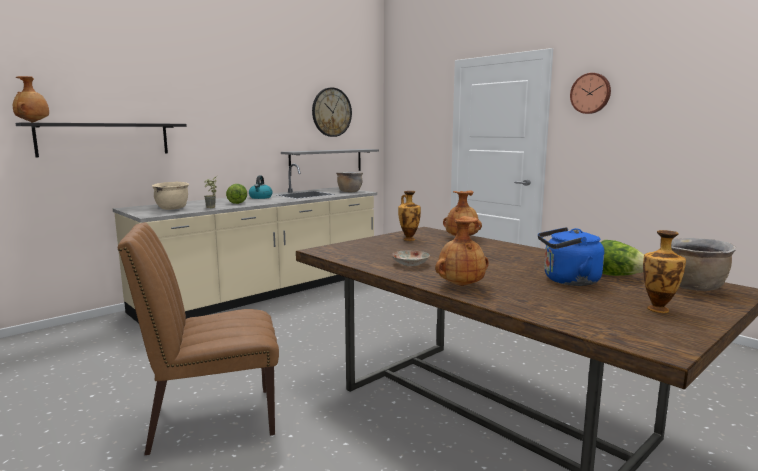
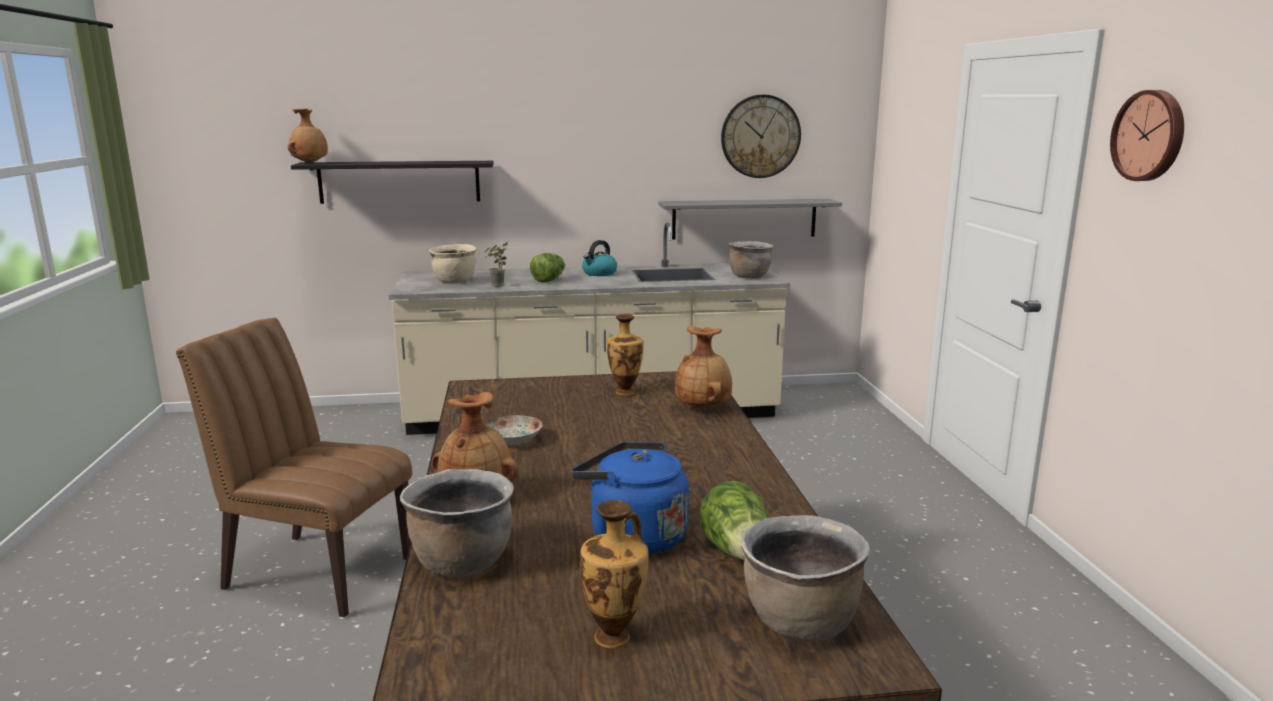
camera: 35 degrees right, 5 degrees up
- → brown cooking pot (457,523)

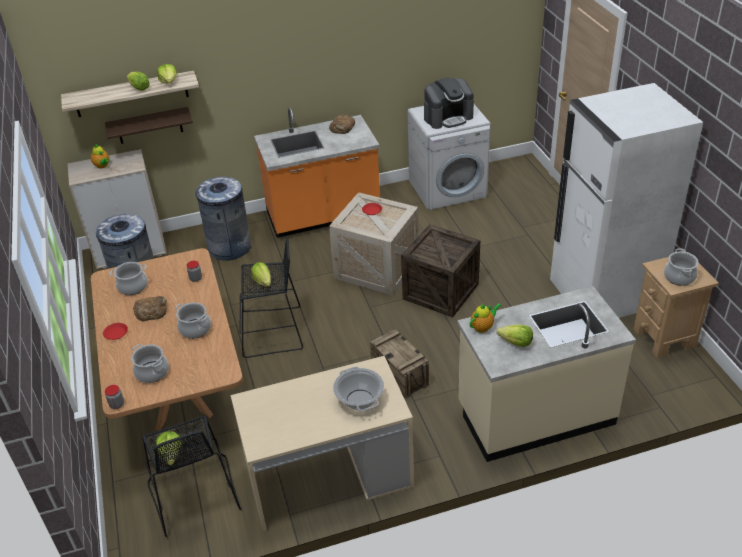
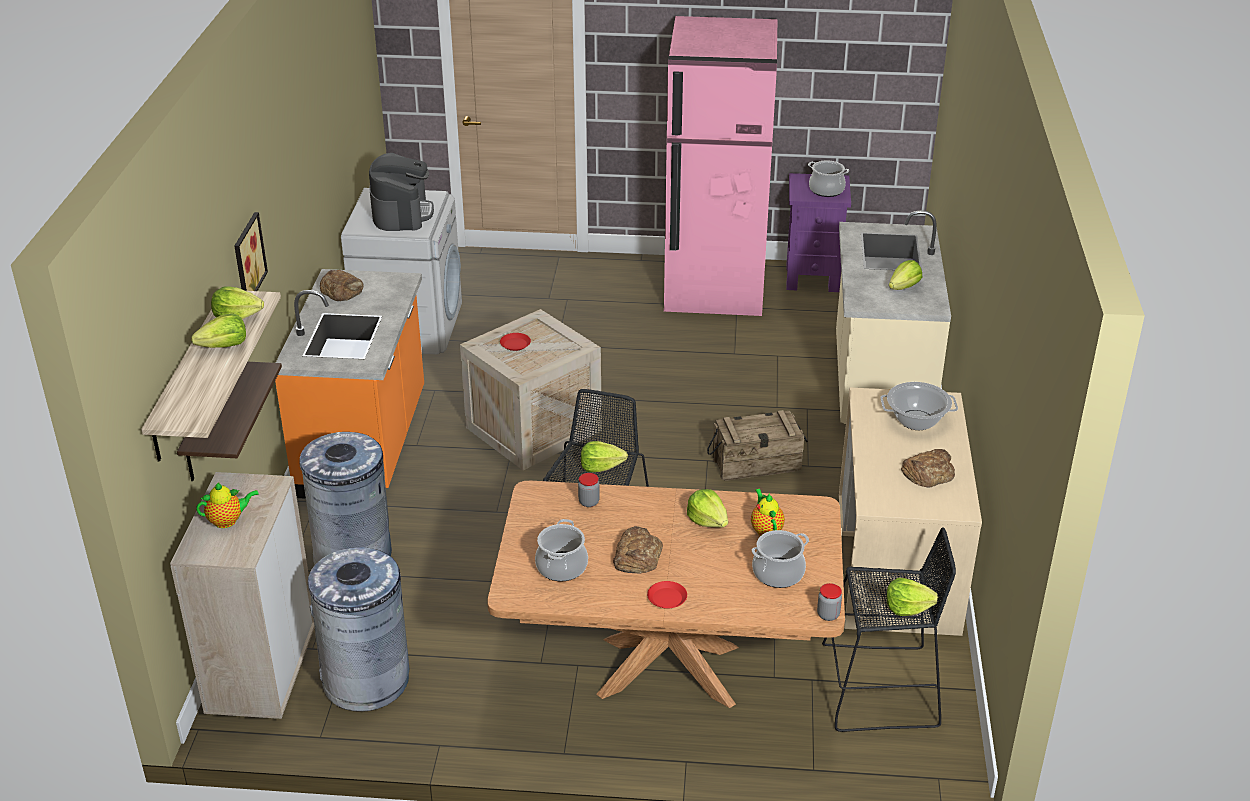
camera: 70 degrees left, 5 degrees down
- → picture (251,251)
white fridge (626,200) → pink fridge (720,166)
cooking pot (193,320) → lettuce (707,508)
teapot (485,318) → teapot (768,512), relocated
beige nightstand (676,305) → purple nightstand (818,232)
- → bread (928,468)
crate (440,270) → -

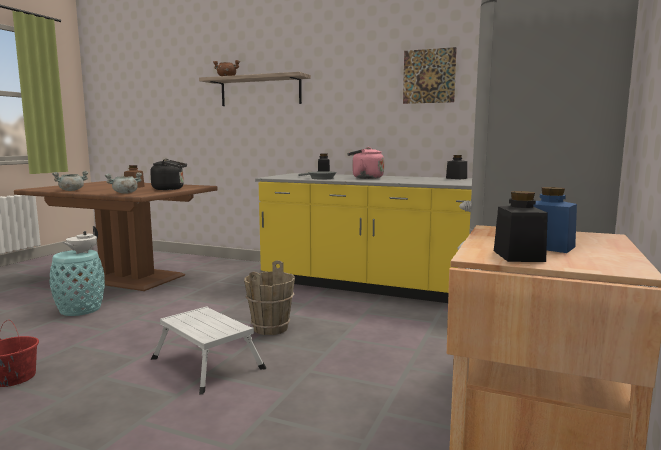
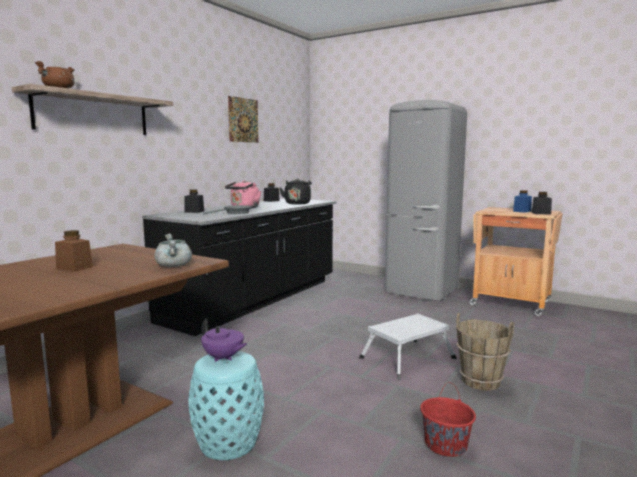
camera: 80 degrees left, 0 degrees up
yellow counter (363,238) → black counter (239,267)
white teapot (80,240) → purple teapot (224,340)
black kettle (168,174) → black kettle (295,191), relocated
brown bucket (269,297) → brown bucket (485,352), relocated
grey cooking pot (70,181) → -

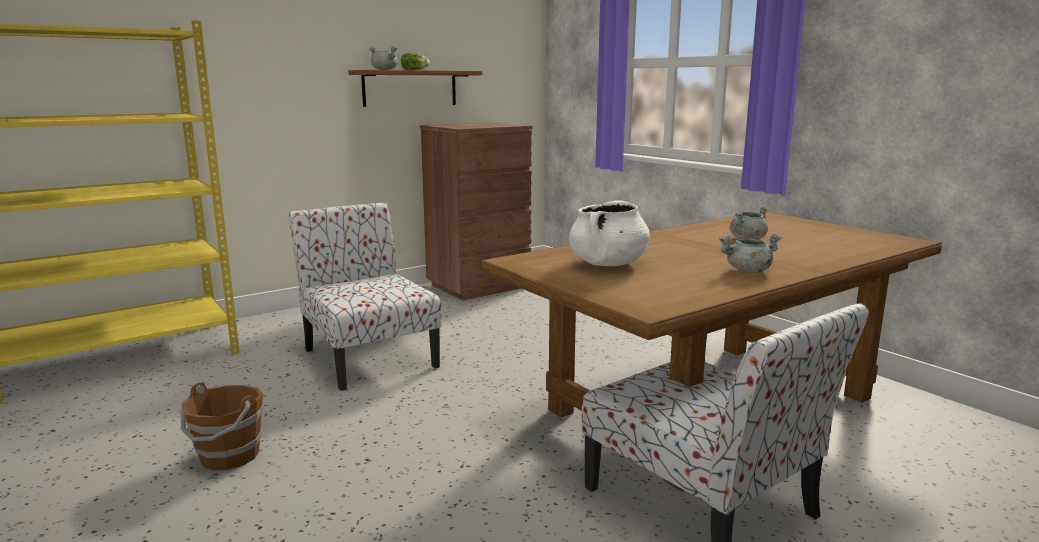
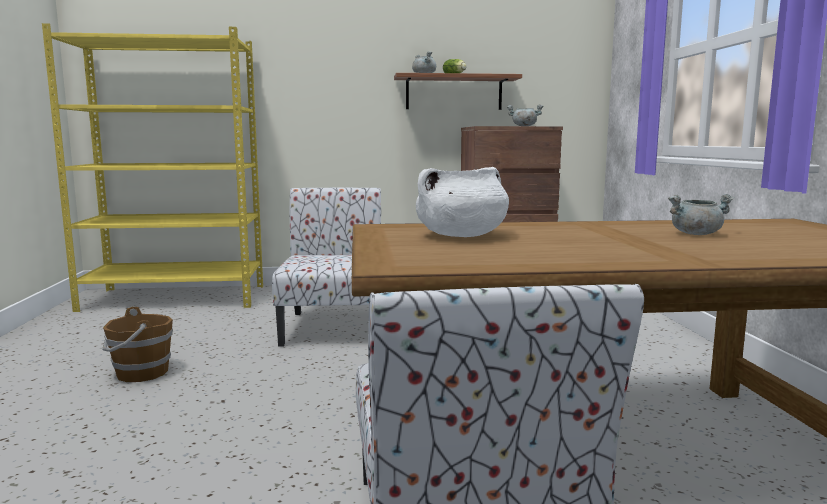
camera: 30 degrees right, 5 degrees down
grey cooking pot (750,253) → grey cooking pot (525,115), relocated

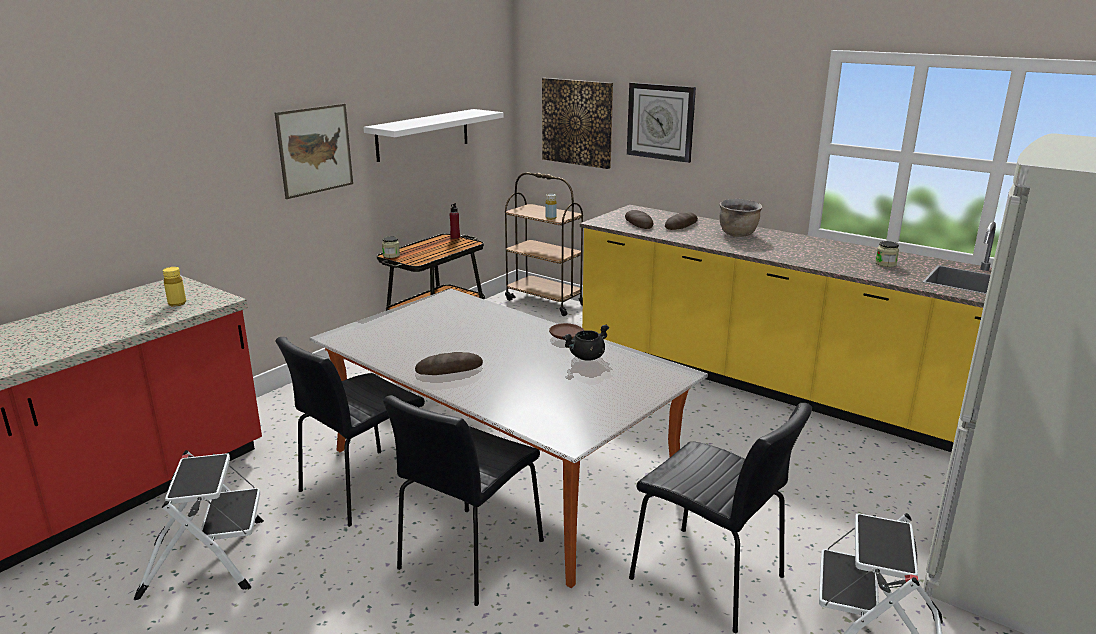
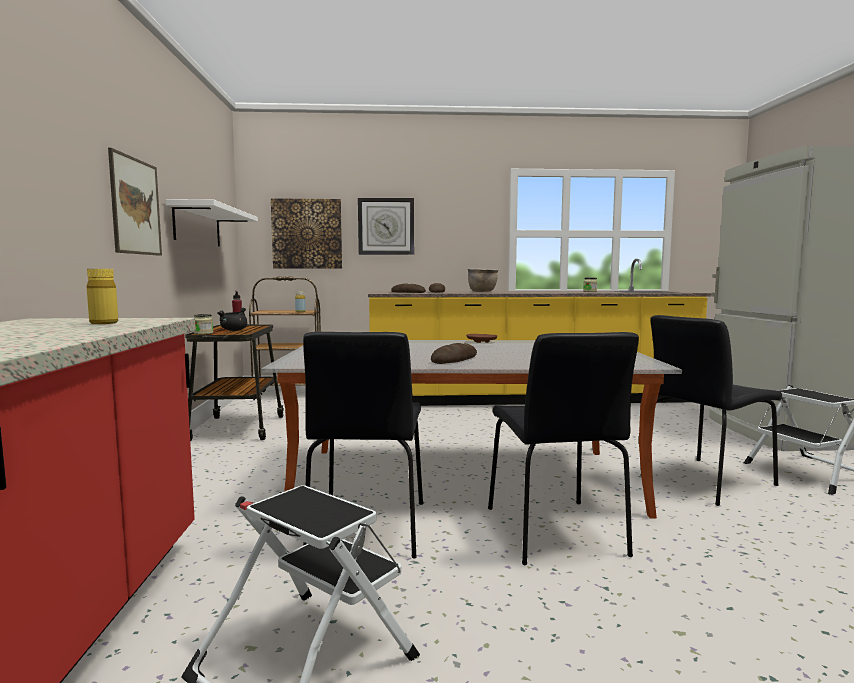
camera: 40 degrees left, 15 degrees down
black cooking pot (585,343) → black cooking pot (232,319), relocated
black chair (720,518) → black chair (716,410), 150 degrees clockwise

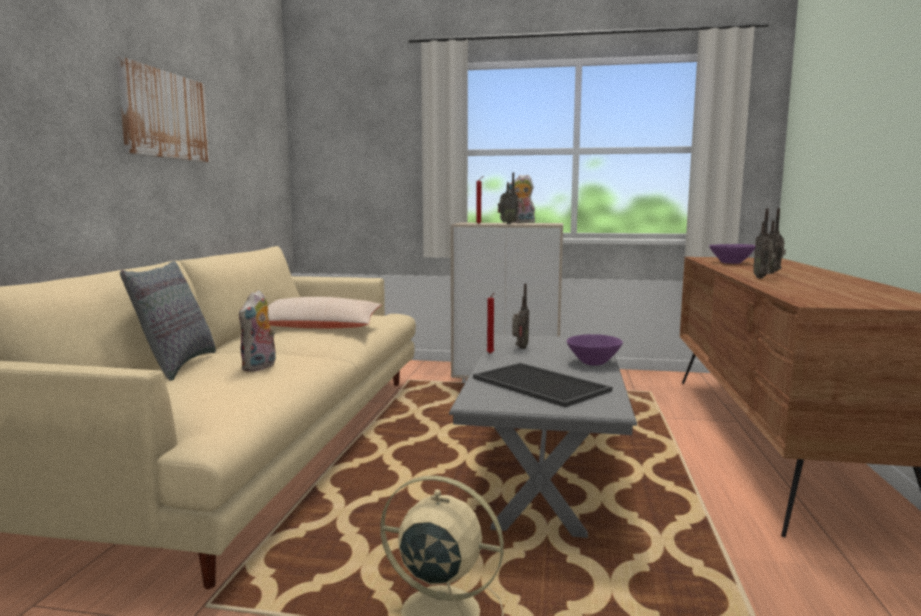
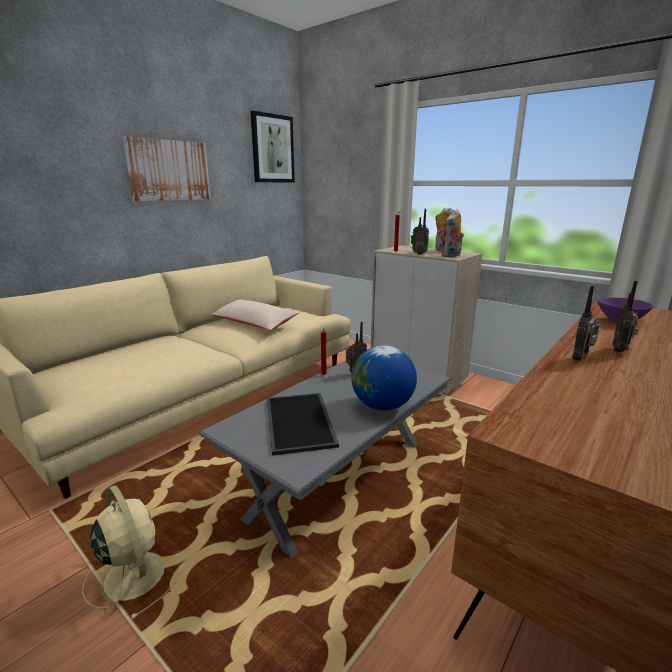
camera: 30 degrees right, 10 degrees up
- → picture (273,146)
purple bowl (595,350) → globe (384,378)
plush toy (257,331) → plush toy (452,233), relocated
grey pillow (168,321) → -

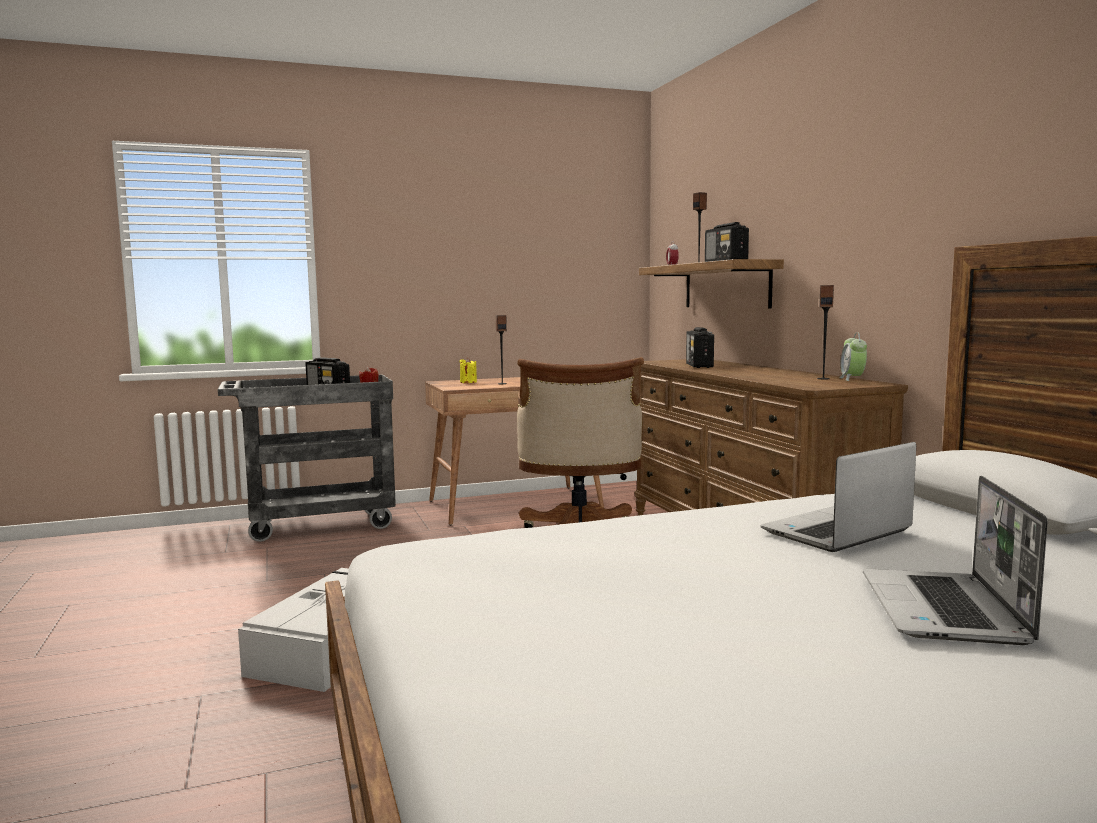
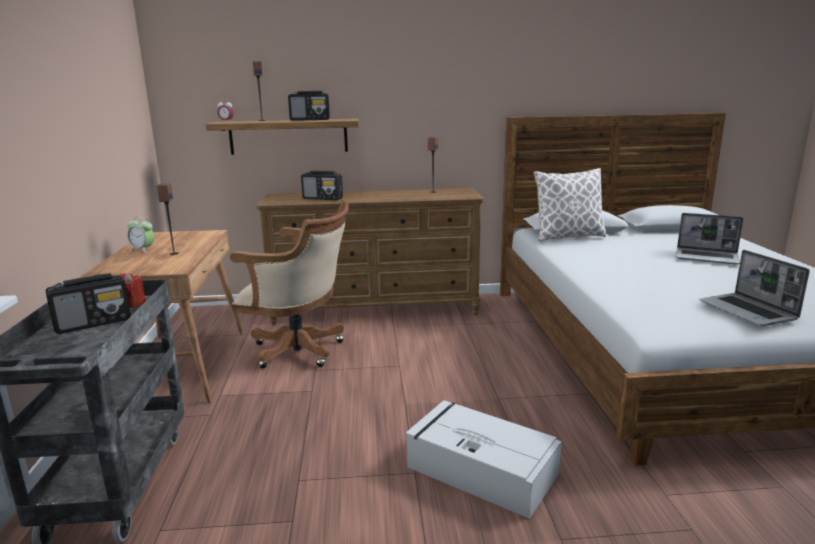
camera: 75 degrees left, 10 degrees up
alarm clock (853,356) → alarm clock (140,235), relocated
- → pillow (570,205)
laptop (838,497) → laptop (754,288), relocated
yellow candle (468,370) → -

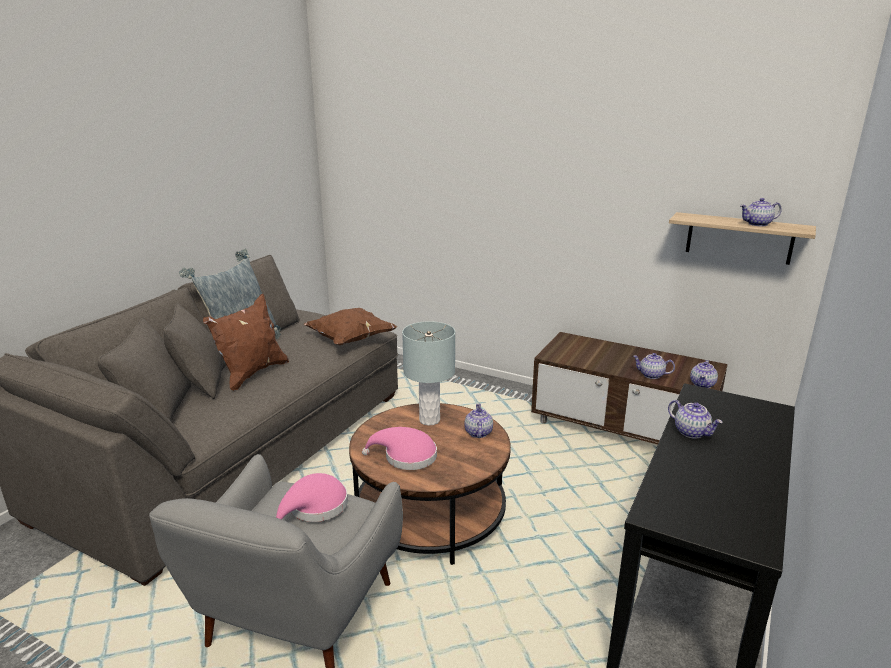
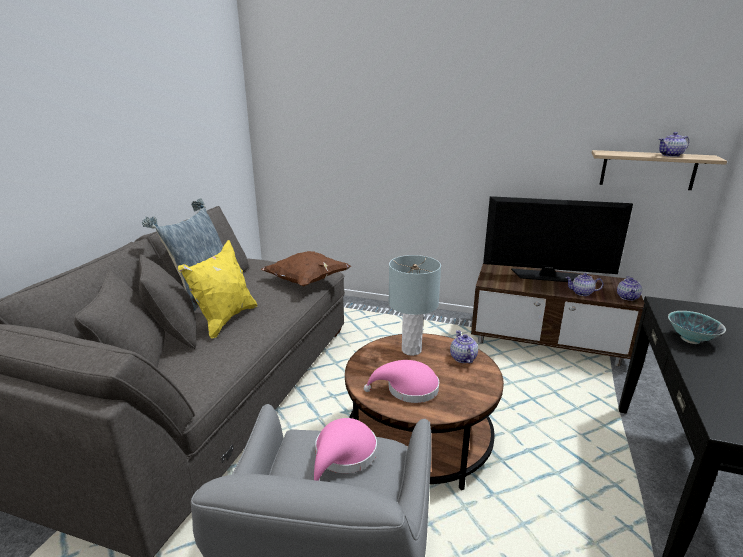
camera: 10 degrees left, 0 degrees up
brown pillow (246,342) → yellow pillow (217,289)
- → television (558,239)
teapot (695,419) → bowl (697,327)

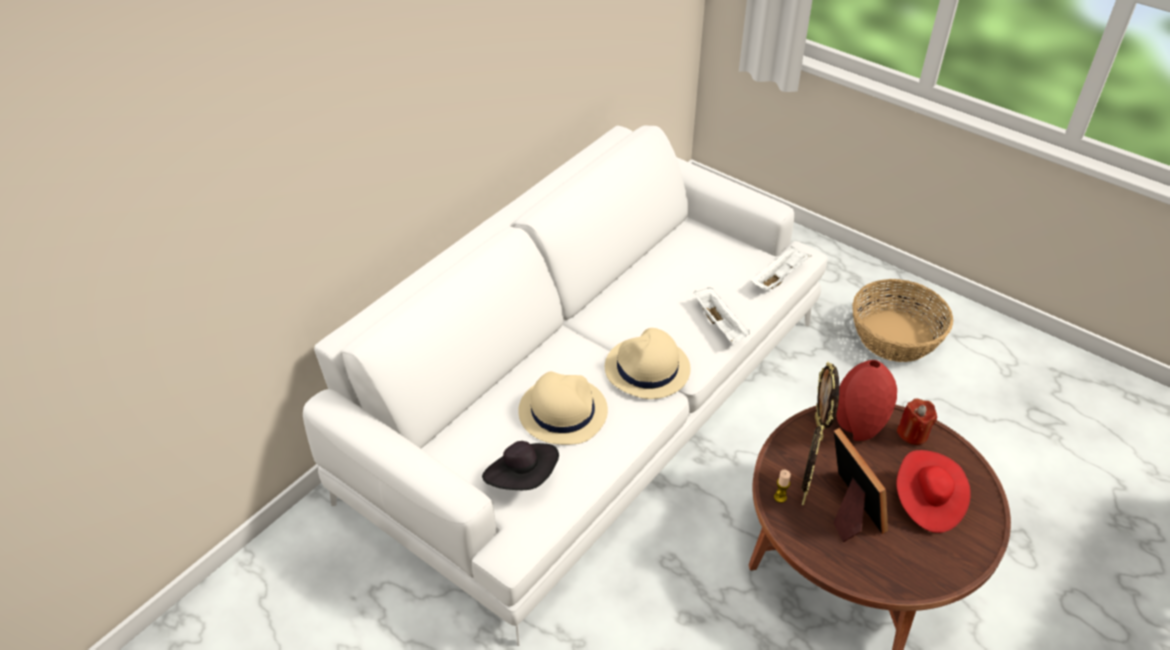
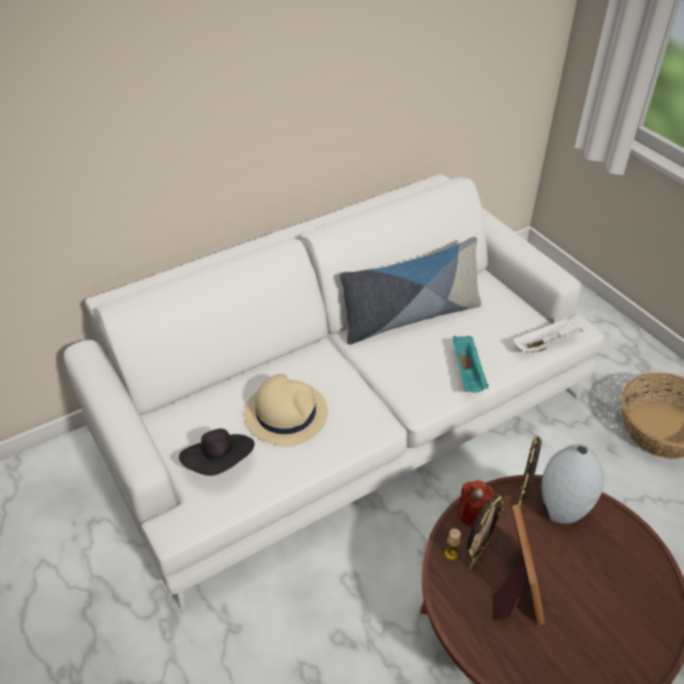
camera: 20 degrees right, 0 degrees up
- → pillow (410,290)
white tray (721,314) → turquoise tray (471,364)
red candle (917,421) → red candle (476,503), relocated
red vase (866,400) → grey vase (573,484)
beige hat (648,363) → -
red hat (933,491) → -

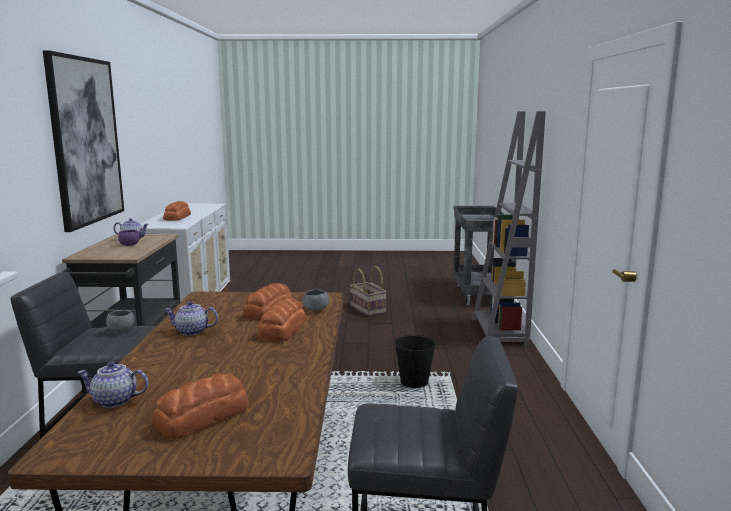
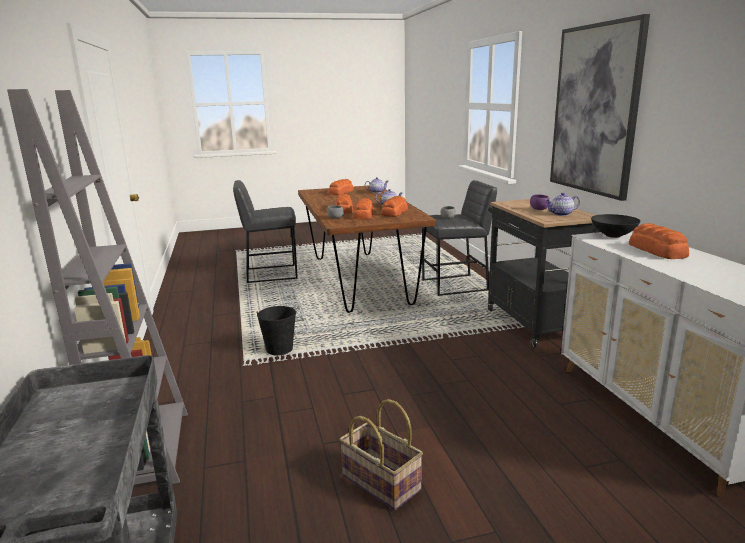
camera: 165 degrees right, 5 degrees up
- → bread (394,206)
- → black bowl (615,226)

